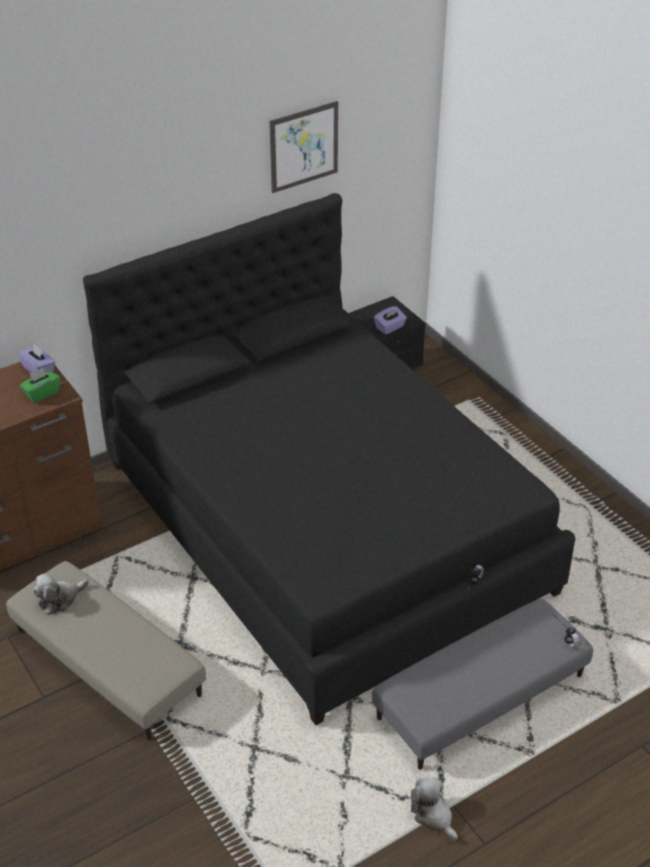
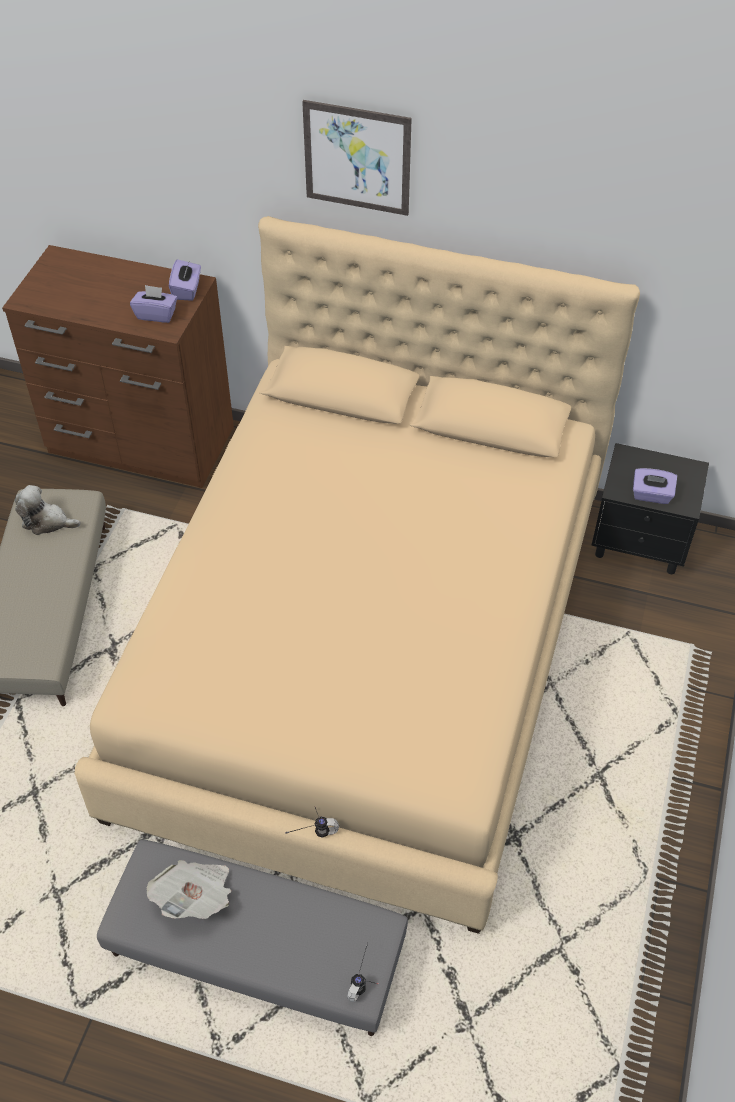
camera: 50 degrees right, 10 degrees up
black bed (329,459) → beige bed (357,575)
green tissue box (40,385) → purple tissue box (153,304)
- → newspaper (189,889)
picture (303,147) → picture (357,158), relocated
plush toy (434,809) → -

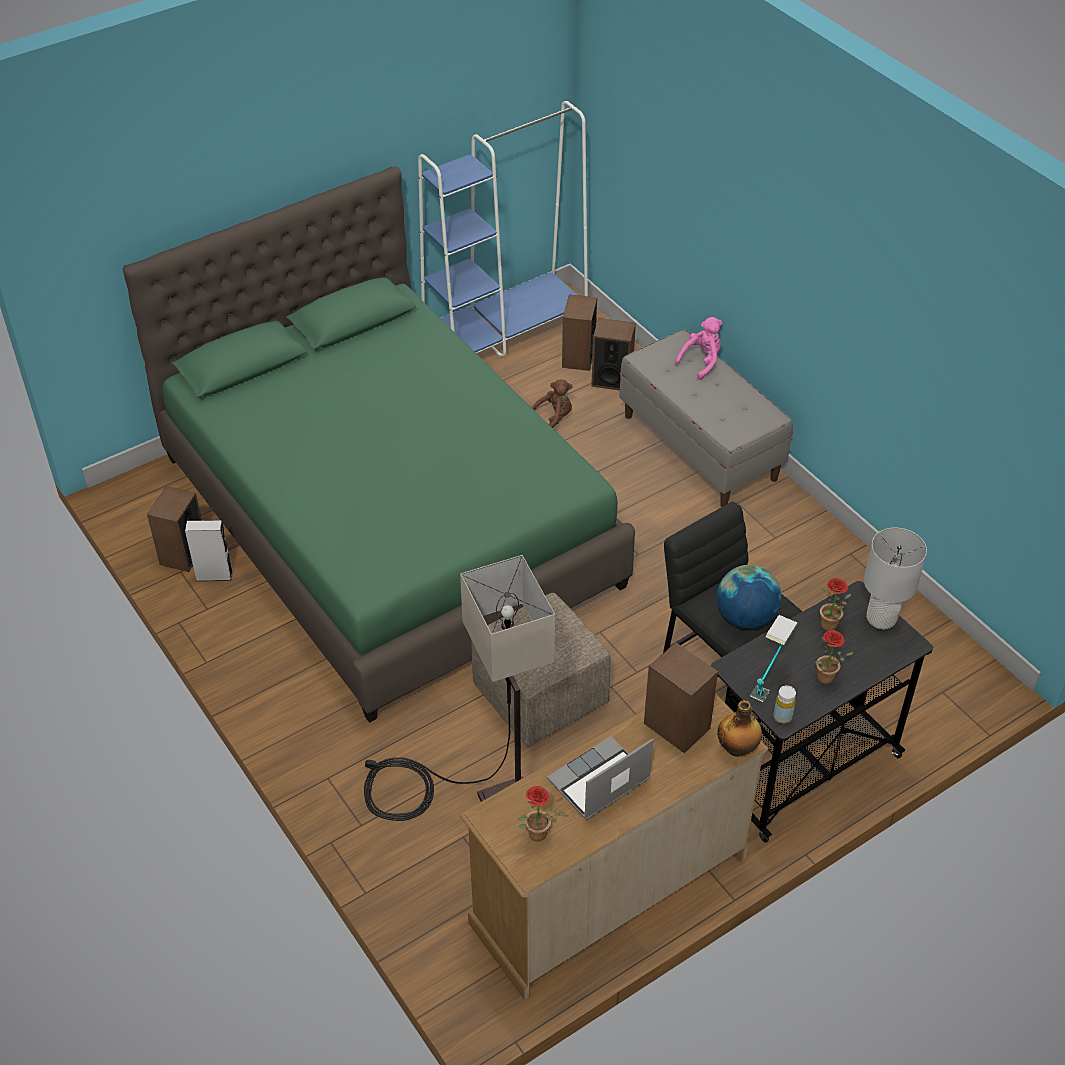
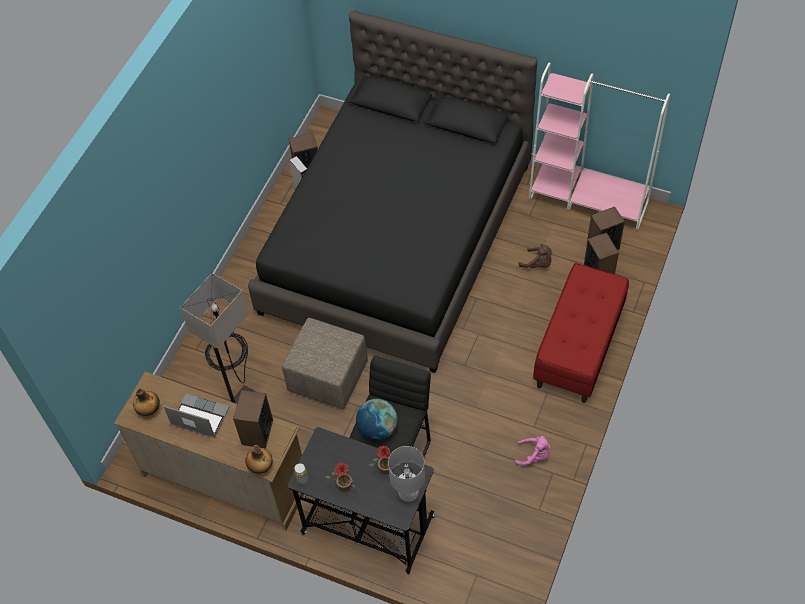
camera: 60 degrees right, 10 degrees up
potted plant (541,814) → bottle (146,402)
green bed (379,444) → black bed (392,191)
pink plush toy (698,348) → pink plush toy (533,450), relocated
blue clothes rack (503,229) → pink clothes rack (599,146)
grey bench (706,418) → red bench (581,333)
table lamp (774,658) → -

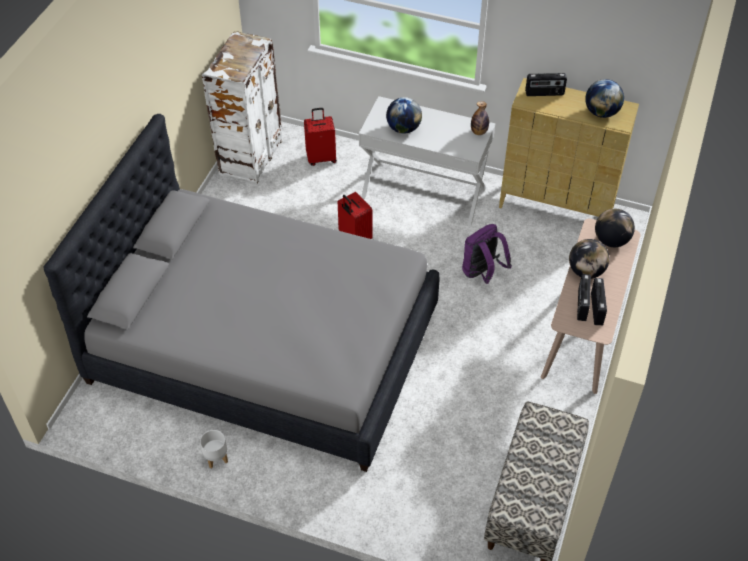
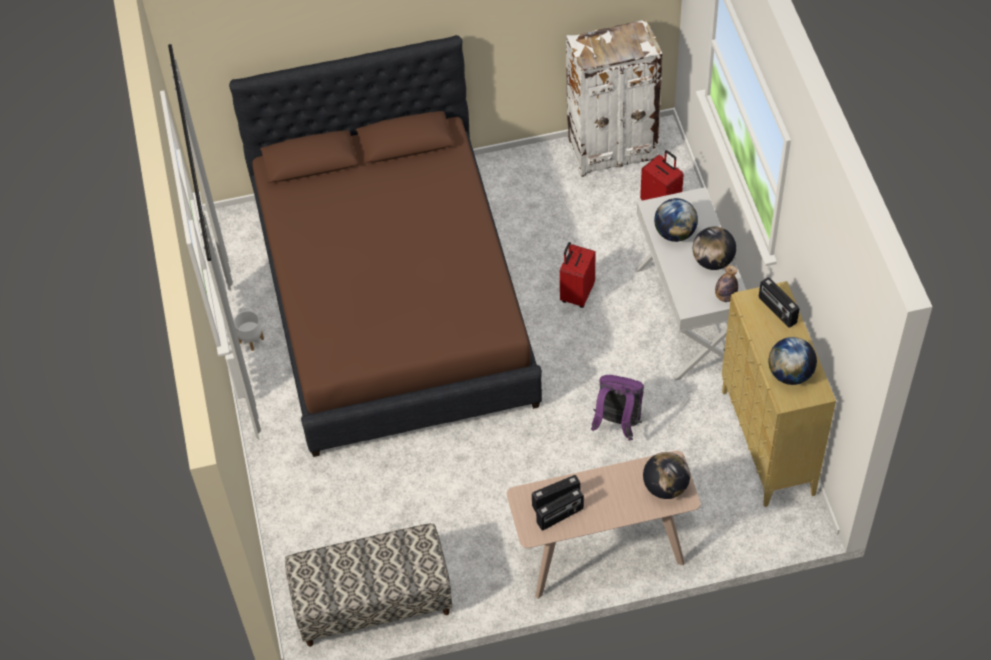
camera: 60 degrees right, 5 degrees up
grey bed (241,293) → brown bed (385,246)
globe (589,259) → globe (714,248), relocated

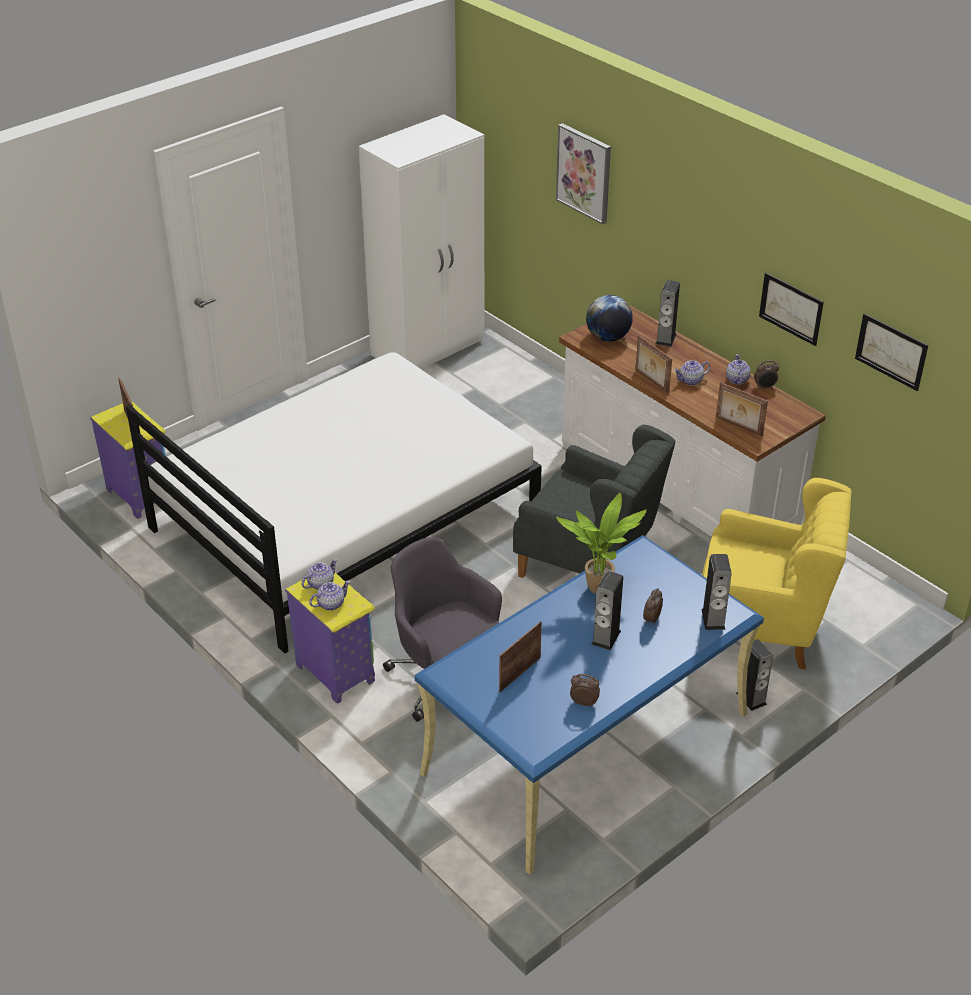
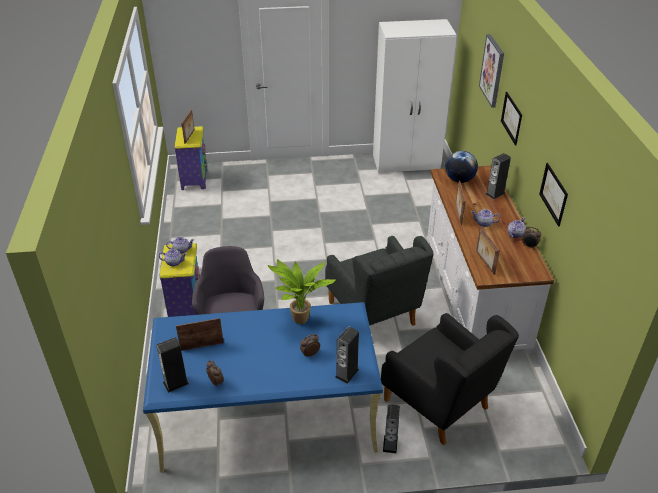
camera: 35 degrees right, 0 degrees up
speaker (607,610) → speaker (172,365), relocated
yellow armchair (777,573) → black armchair (450,379)
picture (891,352) → picture (511,118), relocated
white bed (334,502) → -

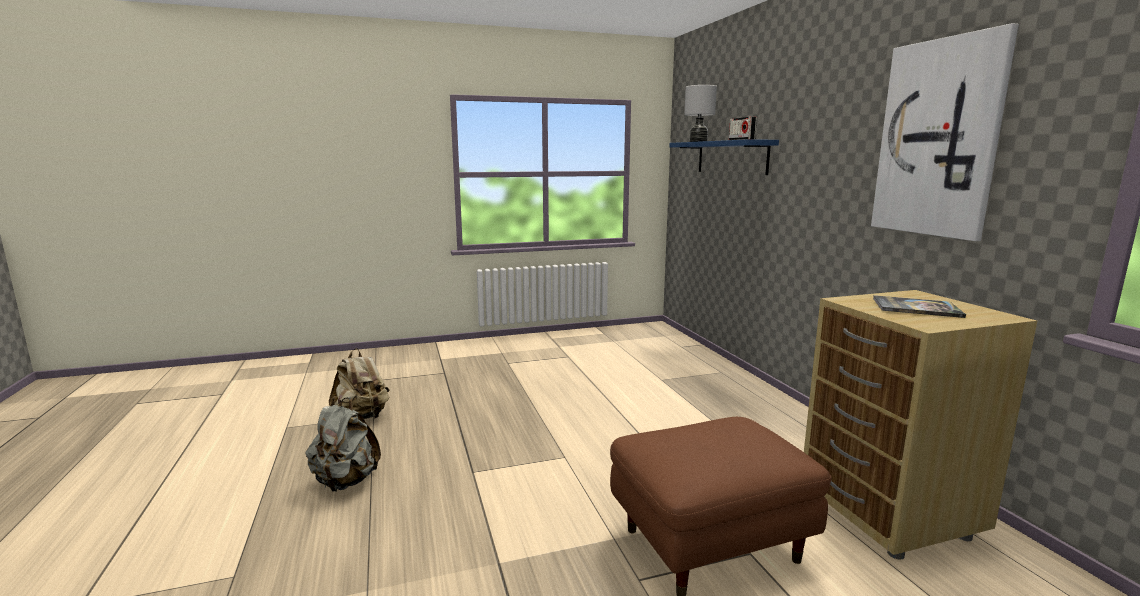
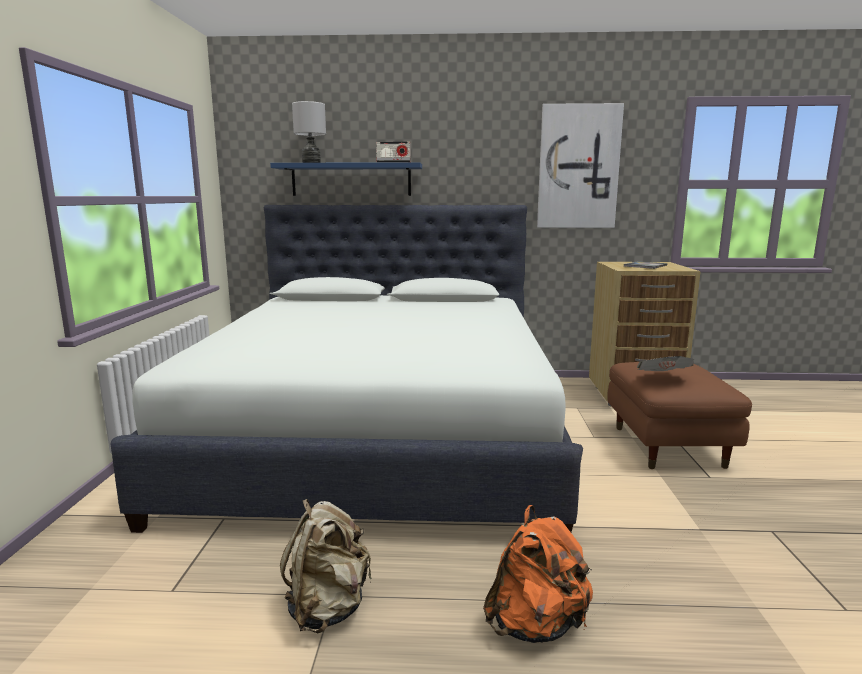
camera: 70 degrees left, 0 degrees up
- → white bed (346,369)
grey backpack (343,444) → orange backpack (538,574)
- → newspaper (665,363)

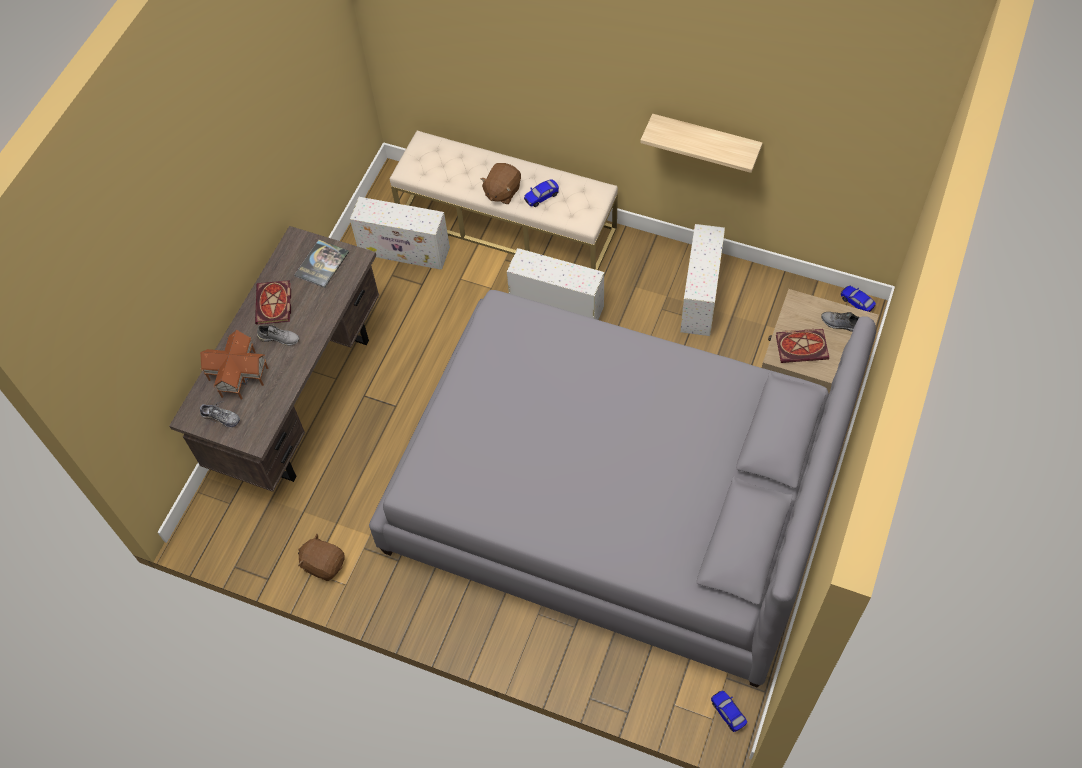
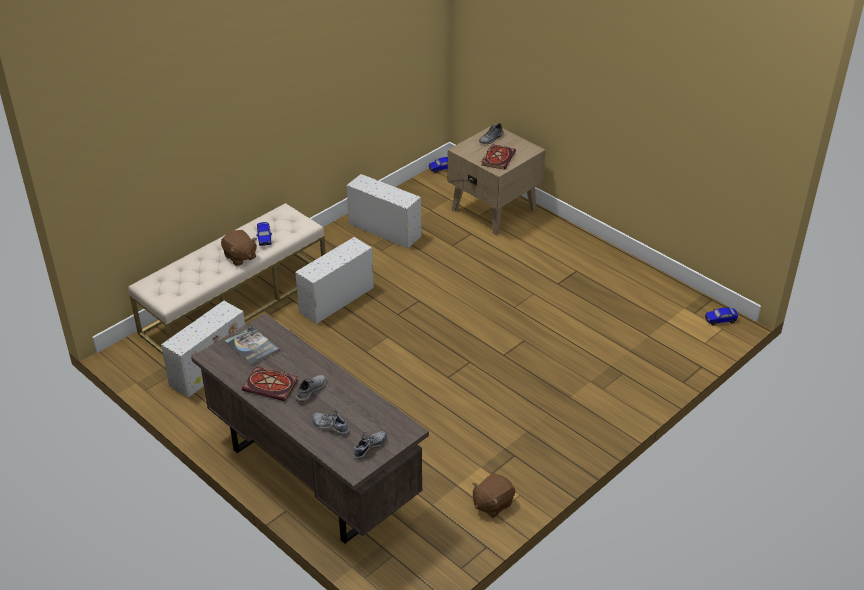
camera: 70 degrees left, 20 degrees down
toy house (234,365) → shoe (330,423)
grey bed (622,488) → -
shelf (701,143) → -

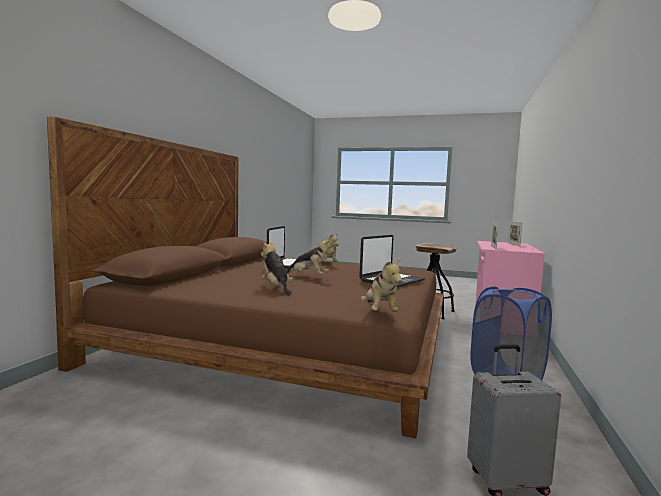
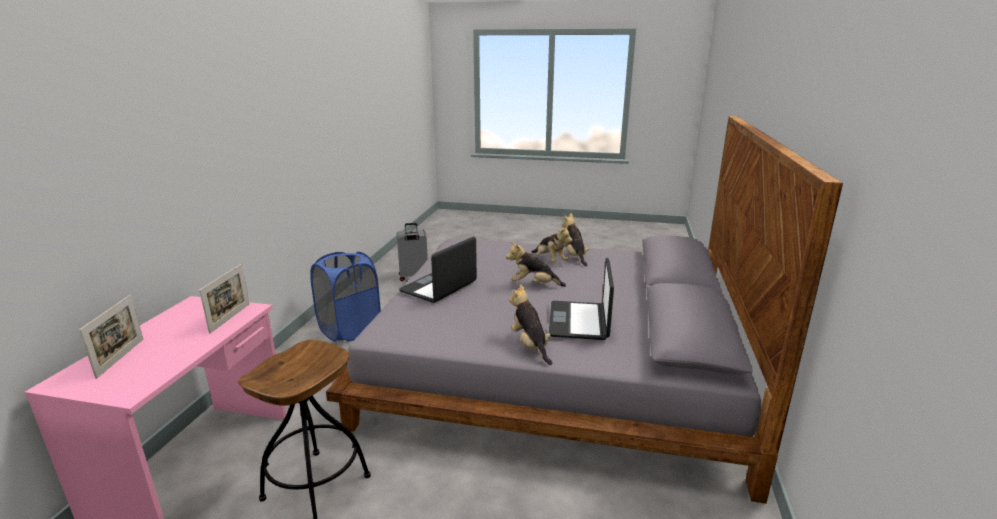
camera: 175 degrees right, 15 degrees up
brown bed (245,277) → grey bed (584,310)
plush toy (381,285) → plush toy (575,240), relocated

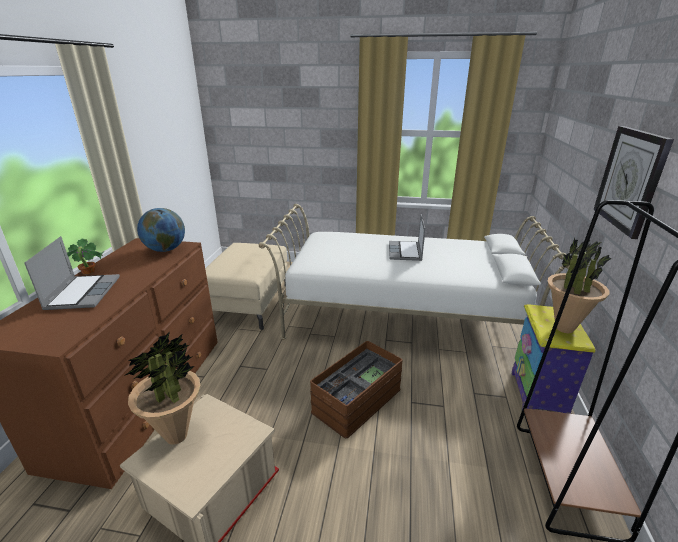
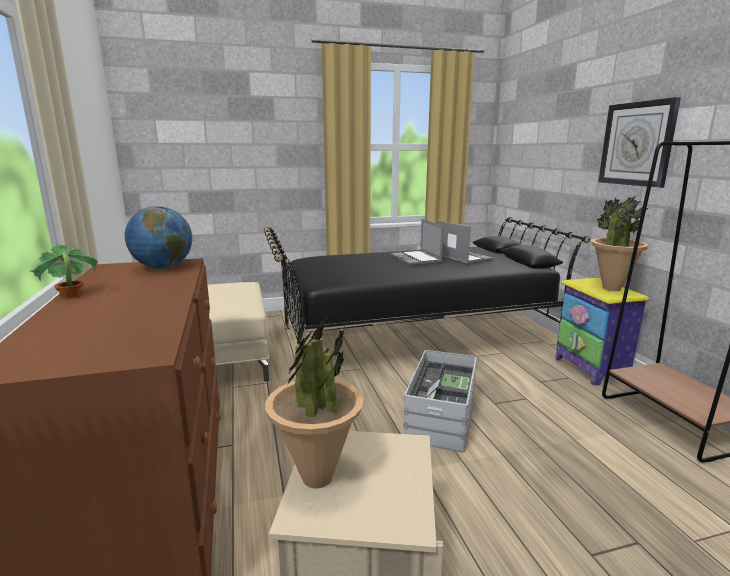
camera: 25 degrees left, 10 degrees down
white bed (414,271) → black bed (427,283)
brown storage box (356,390) → grey storage box (440,401)
laptop (72,273) → laptop (465,242), relocated

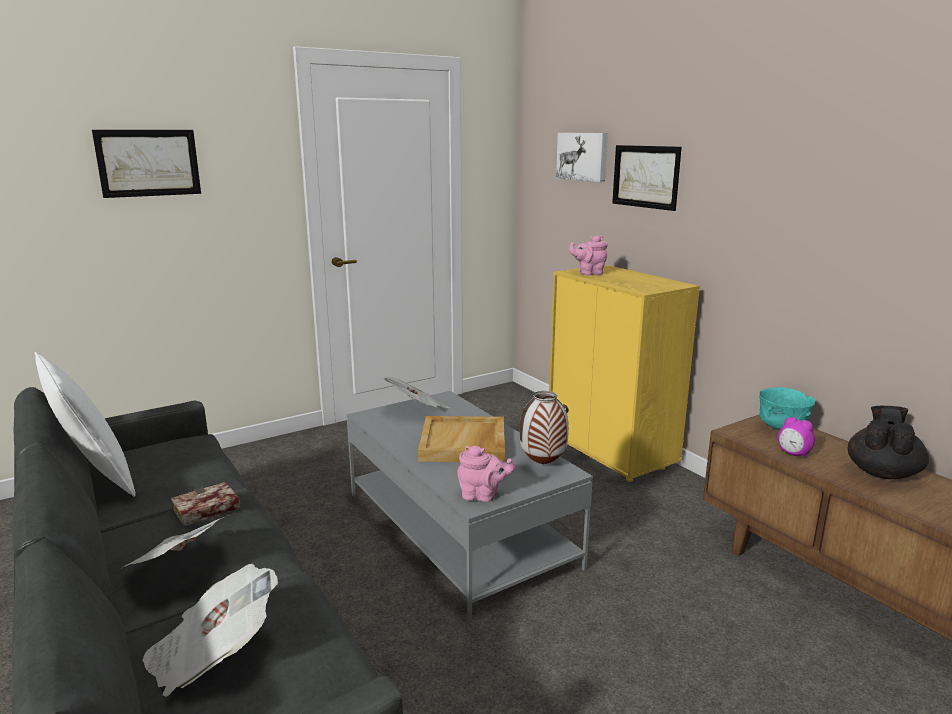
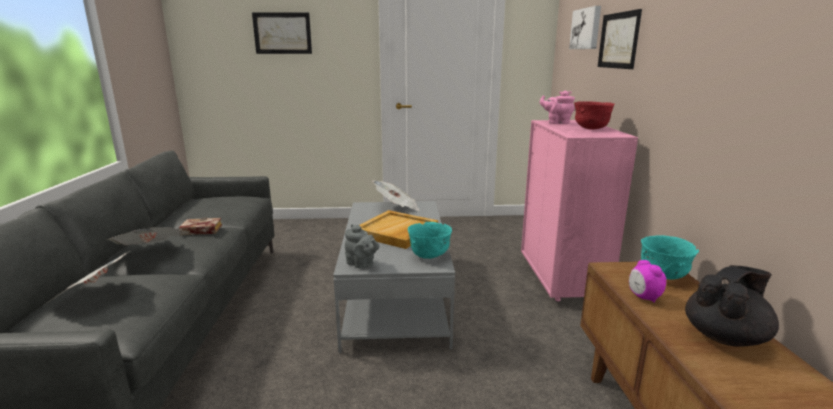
camera: 30 degrees right, 0 degrees up
pink teapot (486,474) → grey teapot (362,246)
vase (544,427) → turquoise bowl (430,240)
yellow cabinet (624,373) → pink cabinet (579,210)
- → red bowl (594,115)
white pillow (85,424) → -

